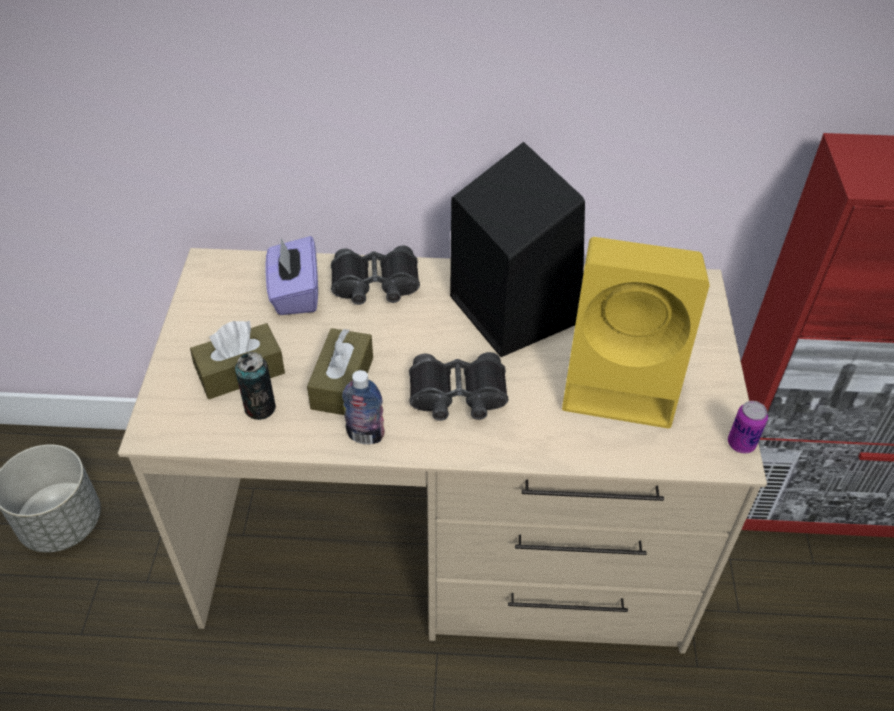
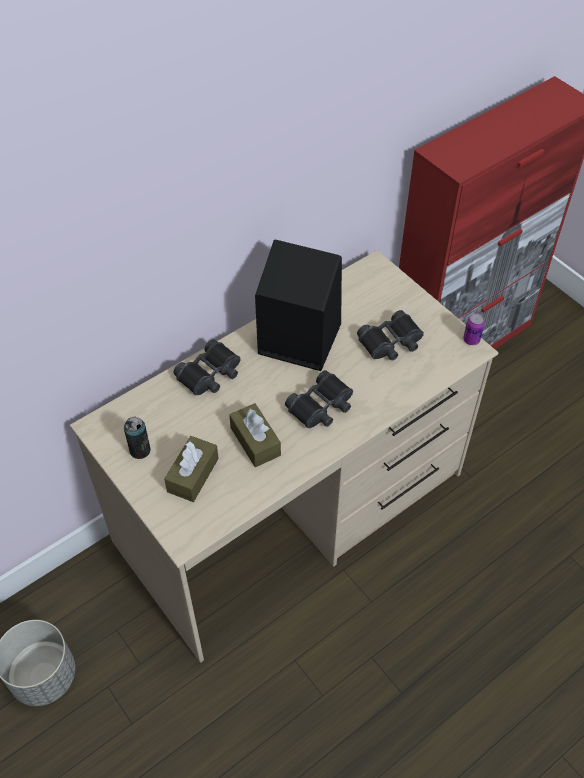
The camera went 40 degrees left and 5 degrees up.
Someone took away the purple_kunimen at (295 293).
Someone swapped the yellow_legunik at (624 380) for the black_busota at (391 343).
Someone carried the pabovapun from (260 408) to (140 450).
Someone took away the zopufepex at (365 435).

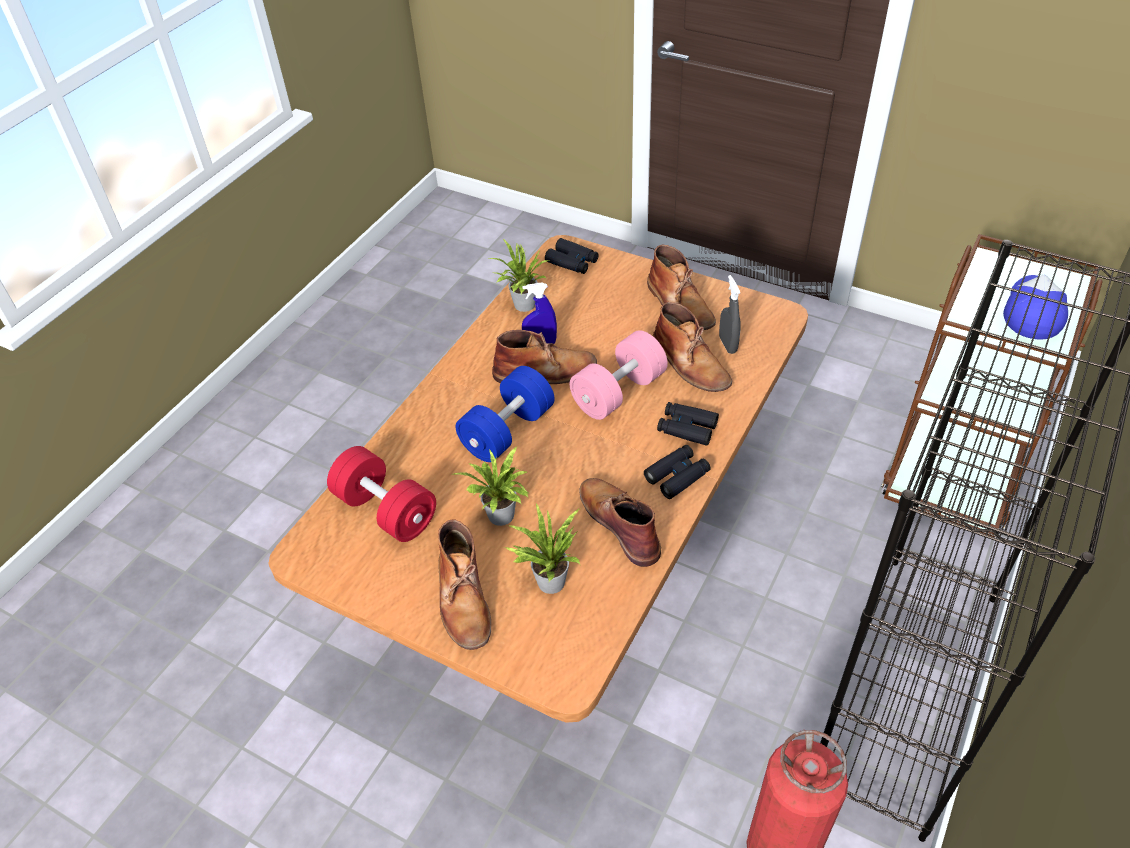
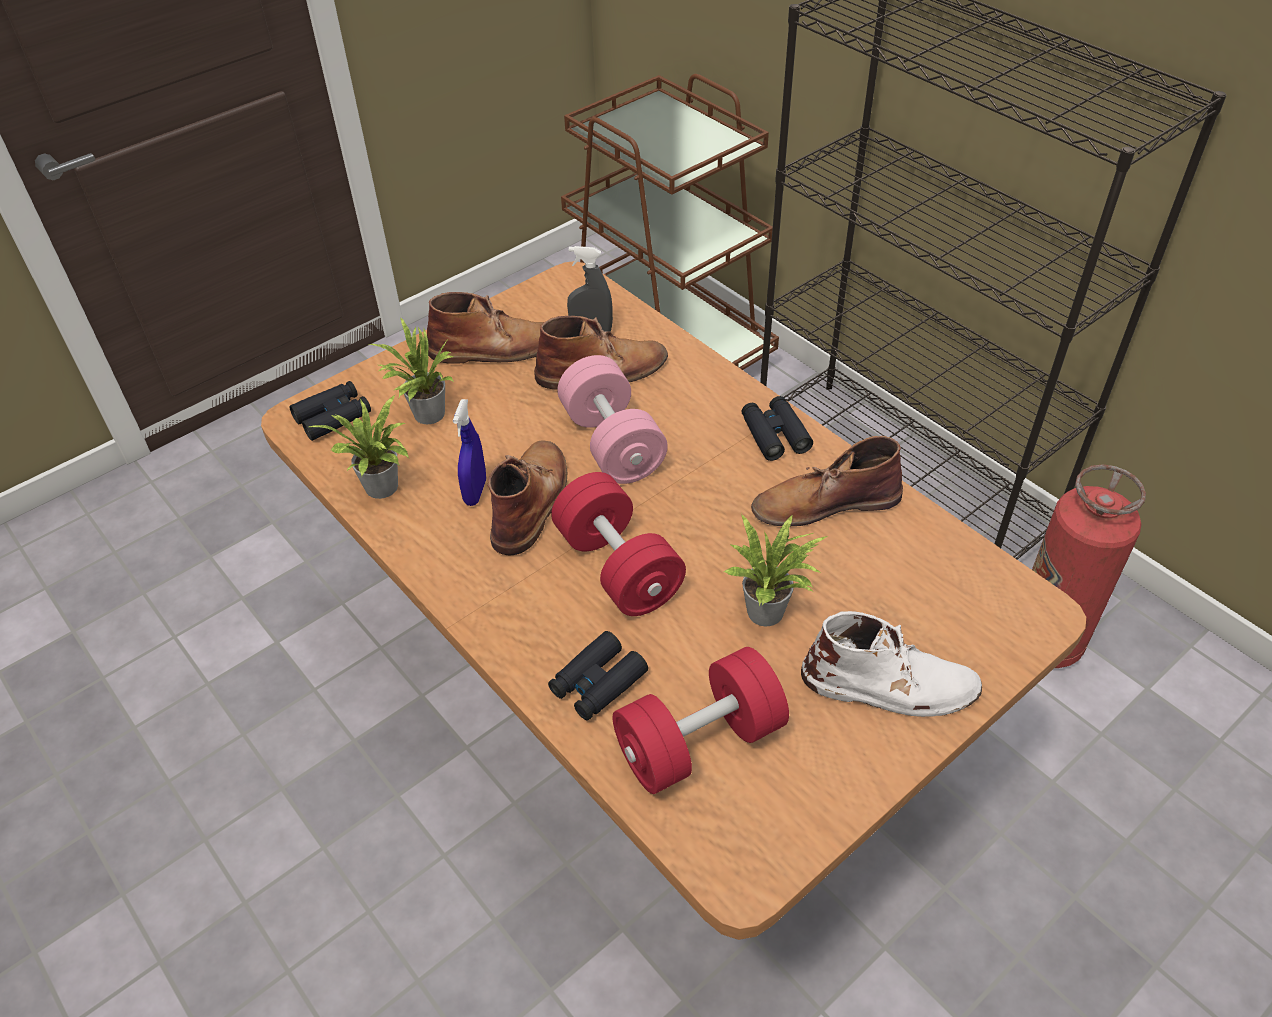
The camera went 70 degrees left and 0 degrees up.
Someone took away the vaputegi at (1032 311).
Someone repainted the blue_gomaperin at (507 431), which became the red_gomaperin at (618 567).
Someone carried the black_busota from (687 428) to (597 683).
Someone carried the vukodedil from (548 580) to (425 415).
Someone repainted the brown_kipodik at (463 598), which became the white_kipodik at (890 685).

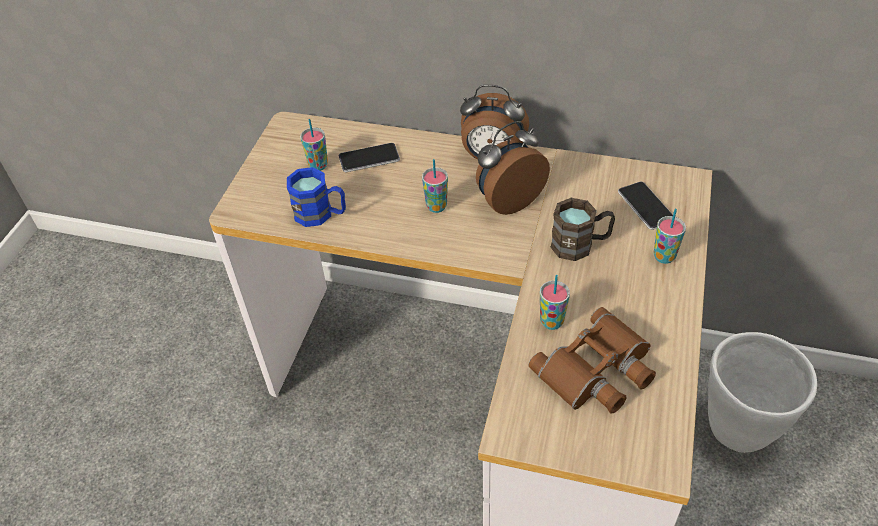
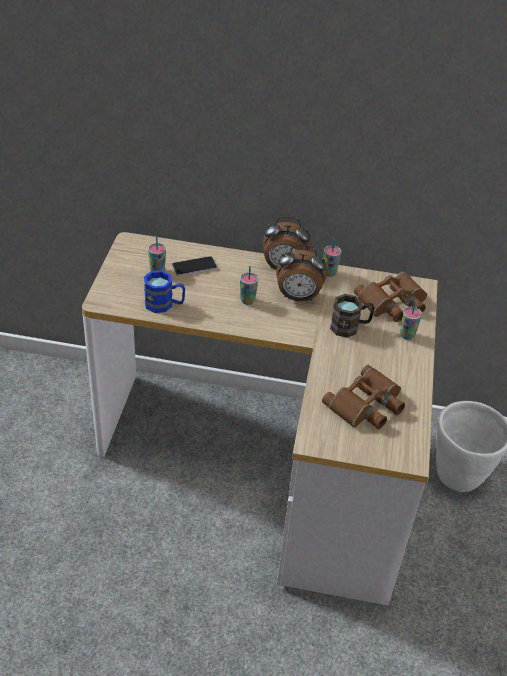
The camera went 10 degrees left and 5 degrees down.
Someone rotated the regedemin at (508 200) by 135 degrees counterclockwise.
Someone swapped the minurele at (645 206) for the brown_busota at (393 303).
Someone carried the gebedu from (551 322) to (329 273).

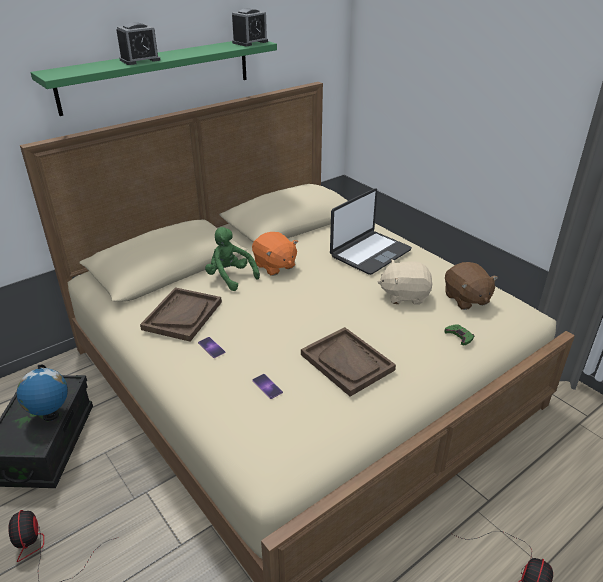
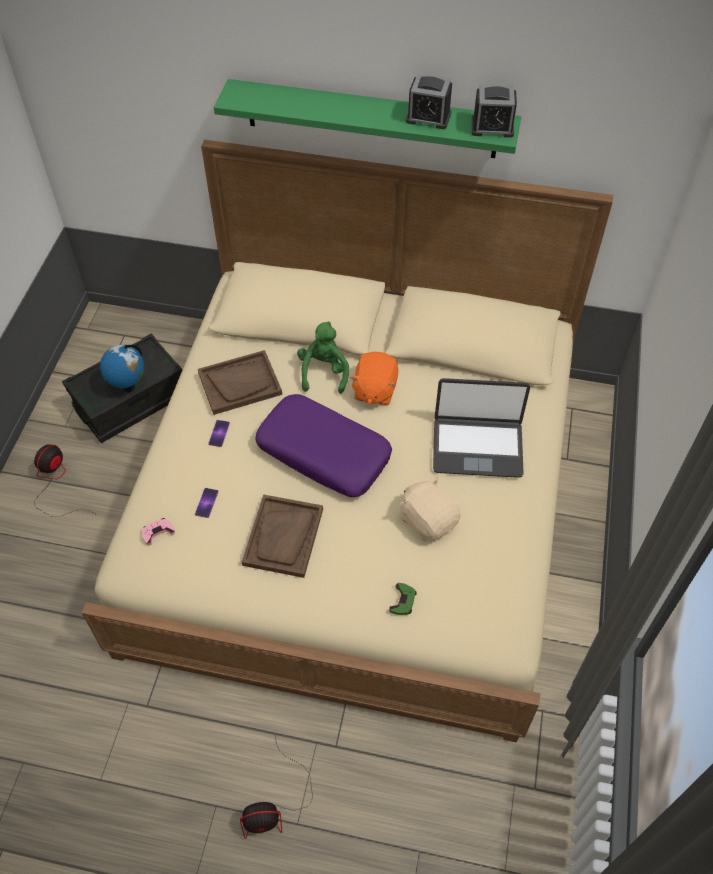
The camera went 50 degrees right and 20 degrees up.
Someone carried the regedemin from (140 60) to (428 117).
Someone took away the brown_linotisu at (466 299).
Someone put down the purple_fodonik at (324 453).
Someone put down the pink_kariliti at (158 532).

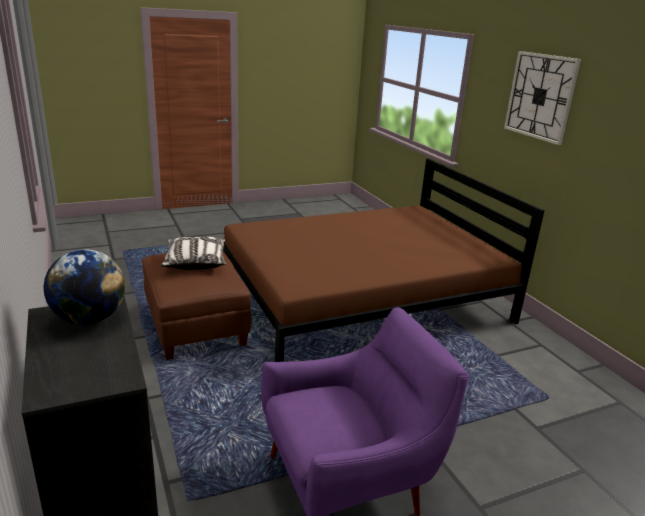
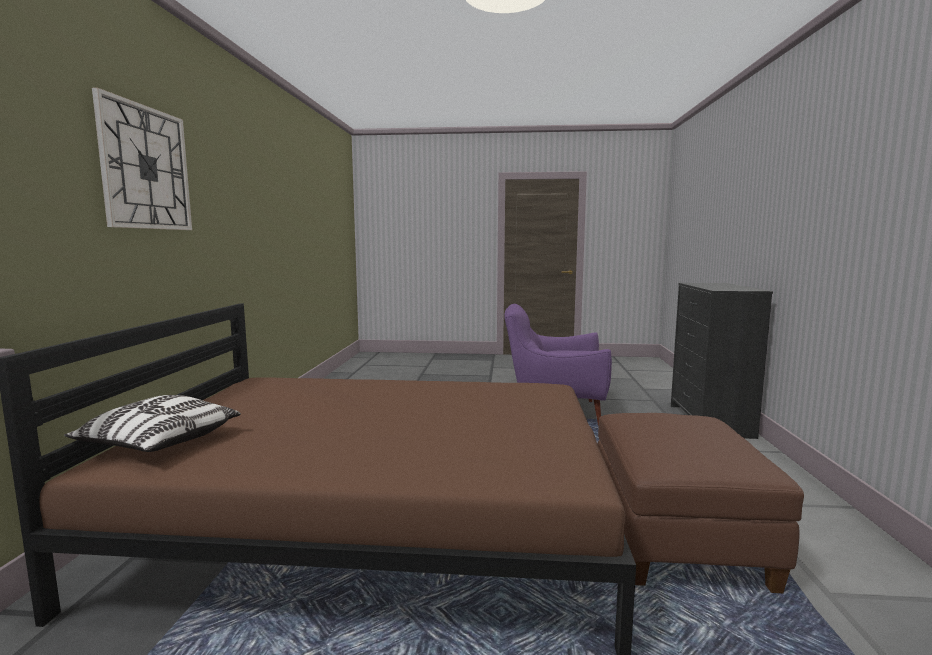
The camera went 150 degrees left and 15 degrees down.
Someone carried the fodonik from (195 262) to (159 444).
Someone took away the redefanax at (89 319).

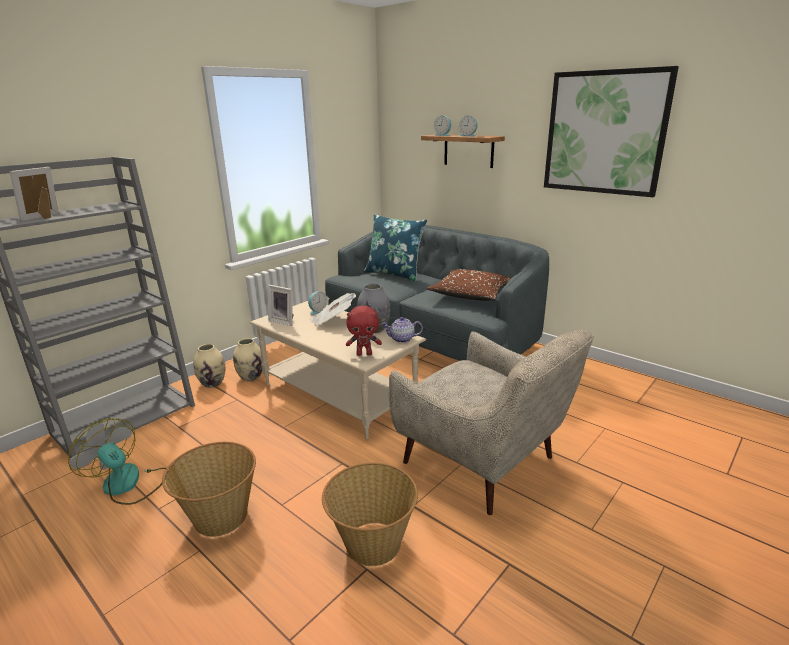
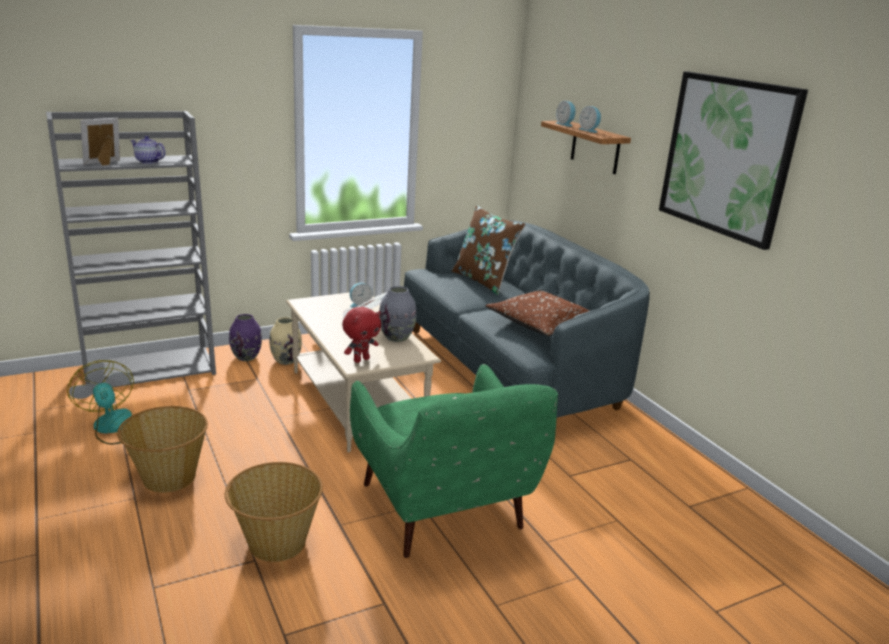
The camera went 20 degrees right and 0 degrees up.
Someone repainted the blue_fodonik at (394 274), which became the brown_fodonik at (484 281).
Someone took away the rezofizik at (284 321).
Someone rotated the red_linotisu at (364 354) by 60 degrees counterclockwise.
Someone carried the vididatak from (402 339) to (148 161).
Someone repainted the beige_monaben at (484 464), which became the green_monaben at (444 512).
Someone repainted the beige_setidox at (213 383), which became the purple_setidox at (246 357).

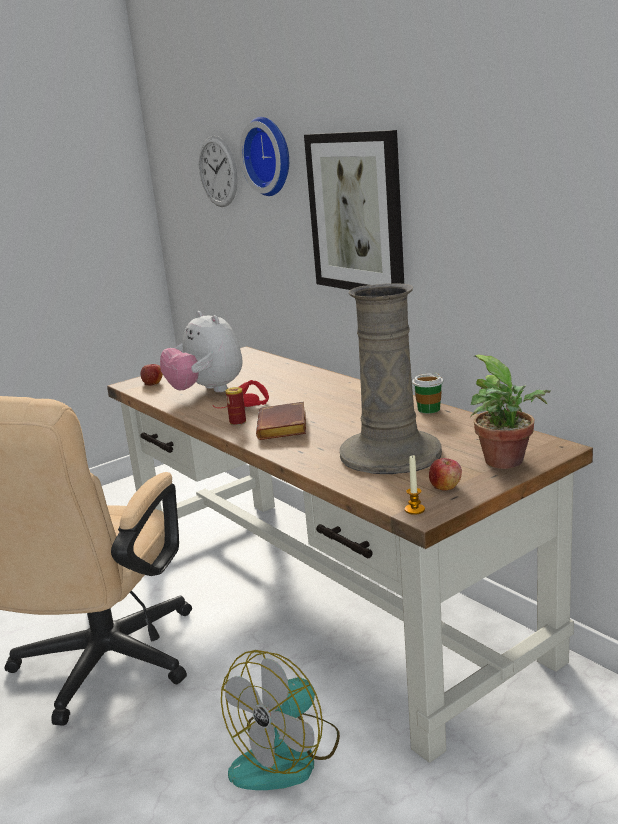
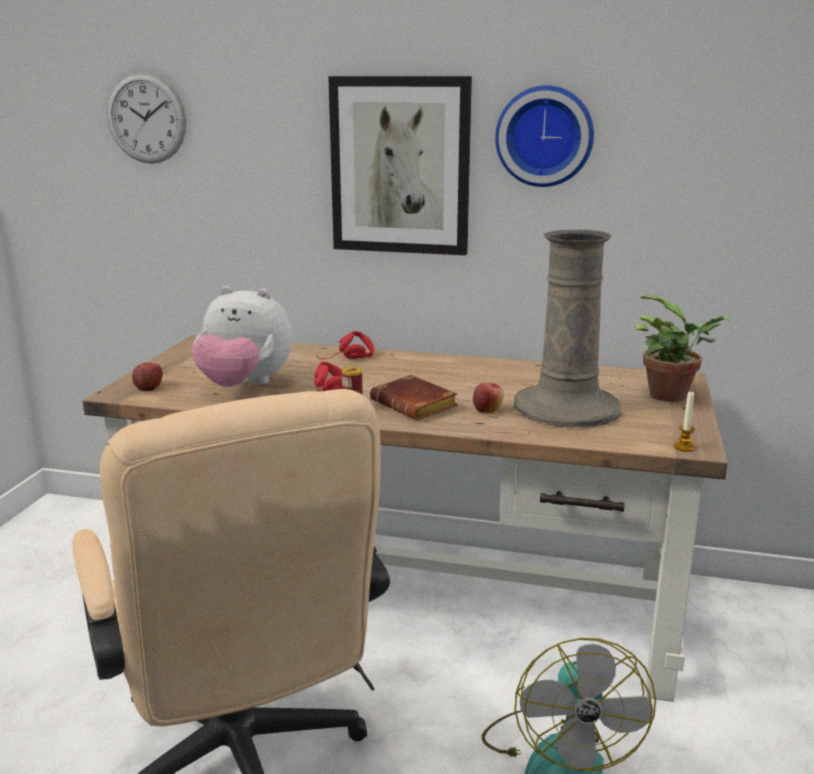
The camera went 40 degrees left and 0 degrees up.
Someone carried the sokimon from (270 156) to (544 136).
Someone took away the gebedu at (428 409).
Someone carried the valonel from (445 486) to (487 409).
Someone put down the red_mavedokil at (347 359).

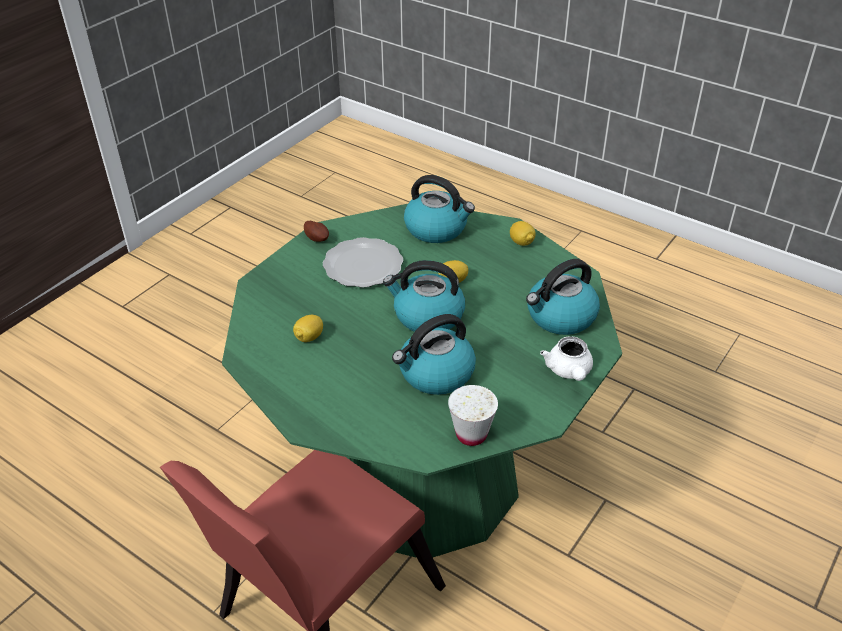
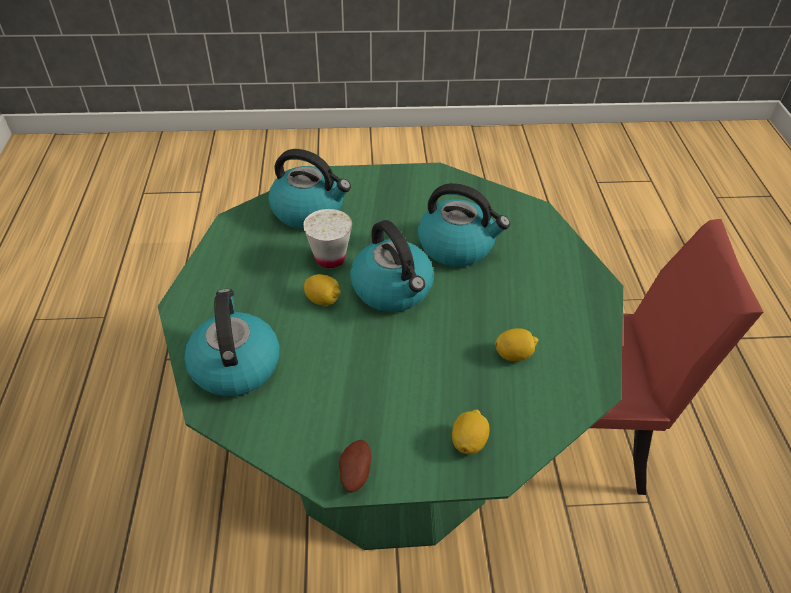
The camera went 130 degrees left and 5 degrees up.
Someone carried the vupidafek from (521 242) to (468 441).
Someone took away the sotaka at (362 265).
Someone took away the white_vididatak at (569 371).
Someone carried the white_gebedu from (471 434) to (330 258).

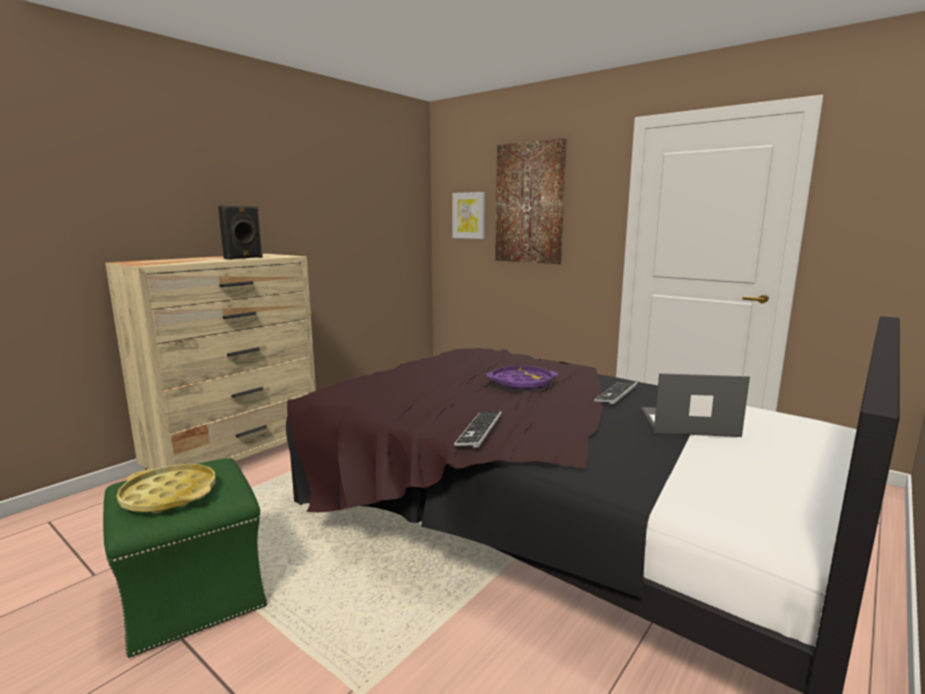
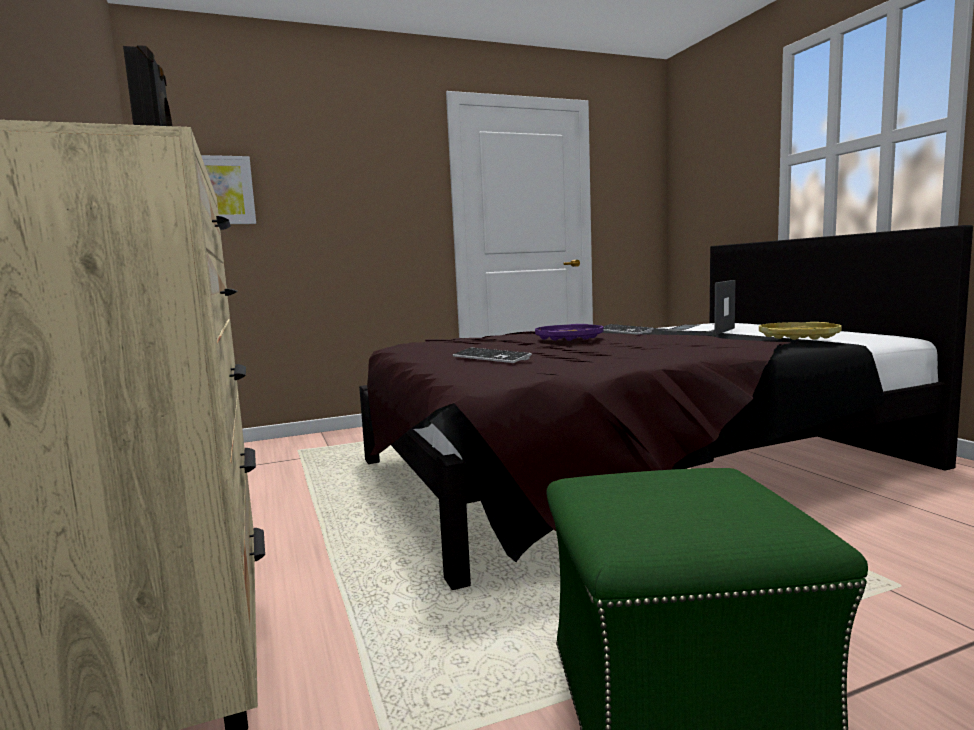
The camera went 60 degrees left and 5 degrees down.
Someone took away the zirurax at (529 203).
Someone carried the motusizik from (479 430) to (490 358).
Someone carried the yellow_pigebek from (169 495) to (798 337).

